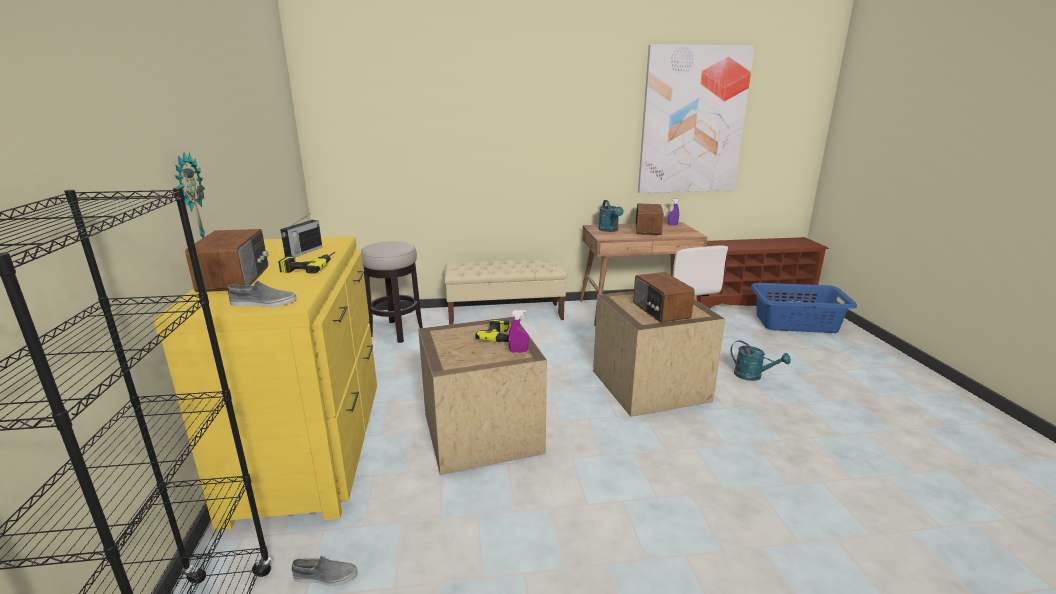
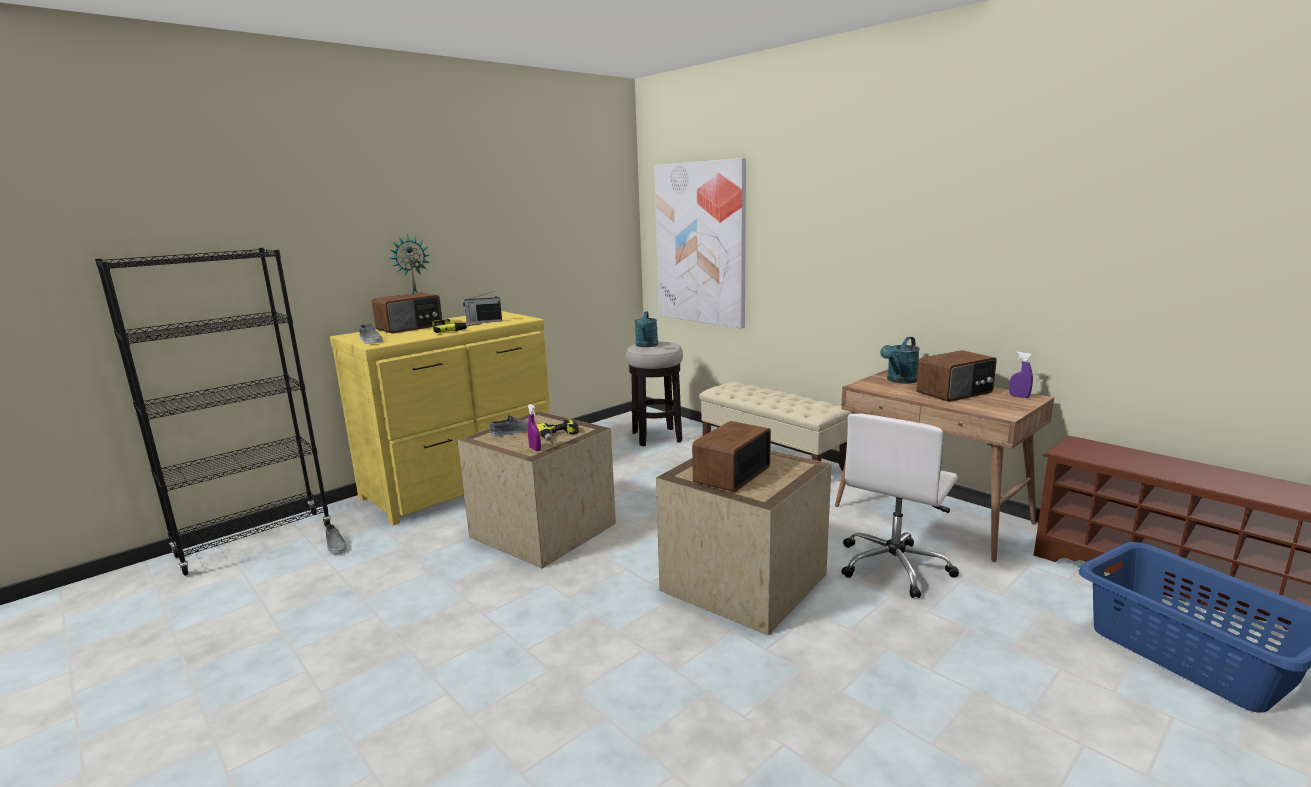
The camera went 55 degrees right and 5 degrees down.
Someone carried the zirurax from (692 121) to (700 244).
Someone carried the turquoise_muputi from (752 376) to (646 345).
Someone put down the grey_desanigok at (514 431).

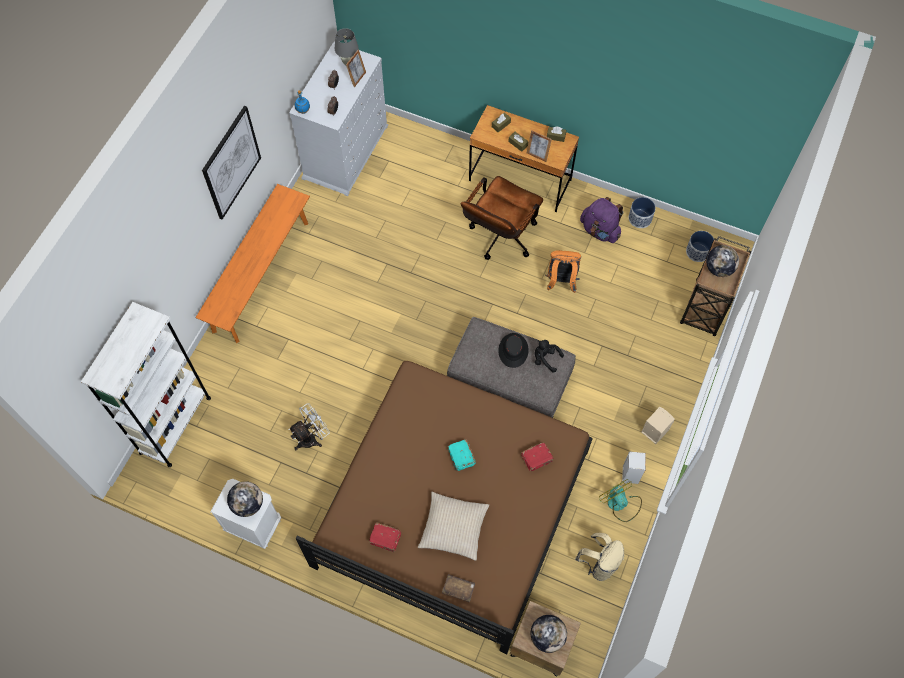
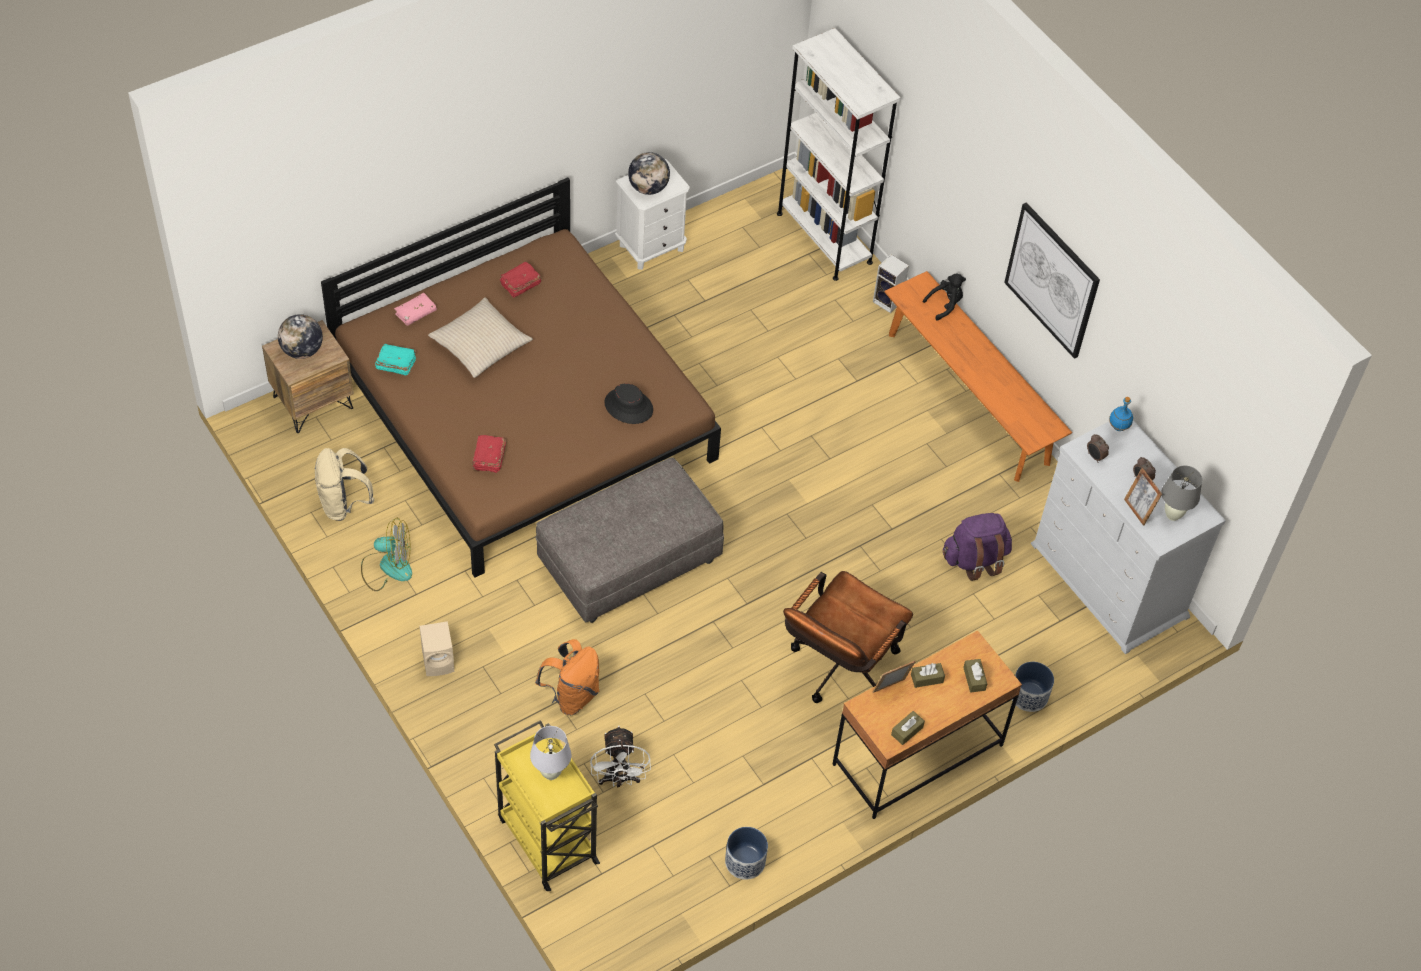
The camera went 120 degrees right and 10 degrees down.
Someone rotated the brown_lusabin at (499 239) by 120 degrees counterclockwise.
Someone carried the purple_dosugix from (600 230) to (975 560).
Someone carried the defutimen from (697 252) to (1029 696).
Someone repainted the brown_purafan at (705 309), which became the yellow_purafan at (546 838).
Someone swapped the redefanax at (718 269) for the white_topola at (551 773).
Someone carried the orange_dosugix from (561 282) to (572 695).
Someone carried the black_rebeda from (513 350) to (628 406).
Someone carried the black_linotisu from (545 359) to (945 305).
Someone carried the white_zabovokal from (311 437) to (619 779).
Someone carried the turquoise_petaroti from (461 457) to (395 364).
Someone carried the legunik from (630 474) to (888 302).
Someone repainted the brown_petaroti at (458 589), which became the pink_petaroti at (416 313).

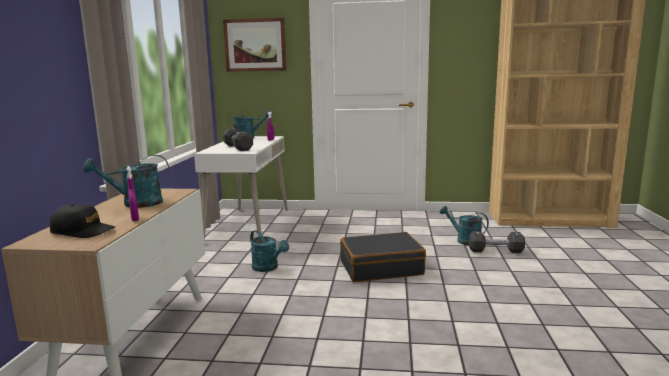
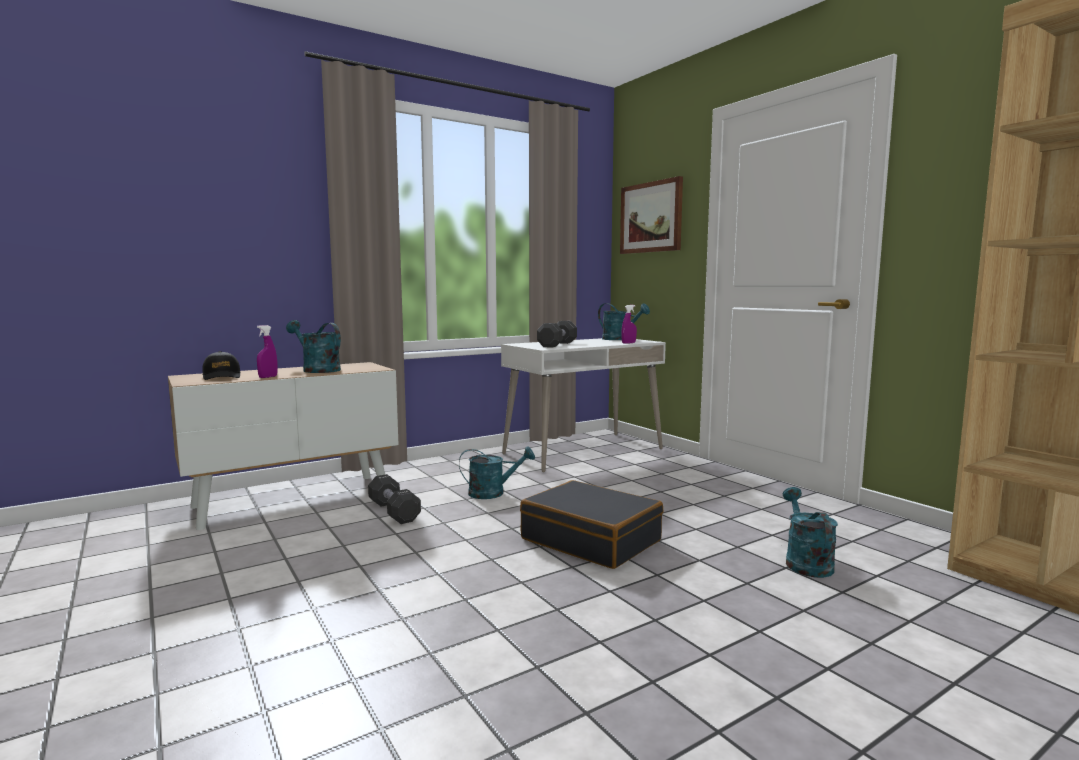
The camera went 50 degrees right and 5 degrees down.
Someone rotated the turquoise_muputi at (268 268) by 105 degrees counterclockwise.
Someone carried the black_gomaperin from (495 251) to (394 512).

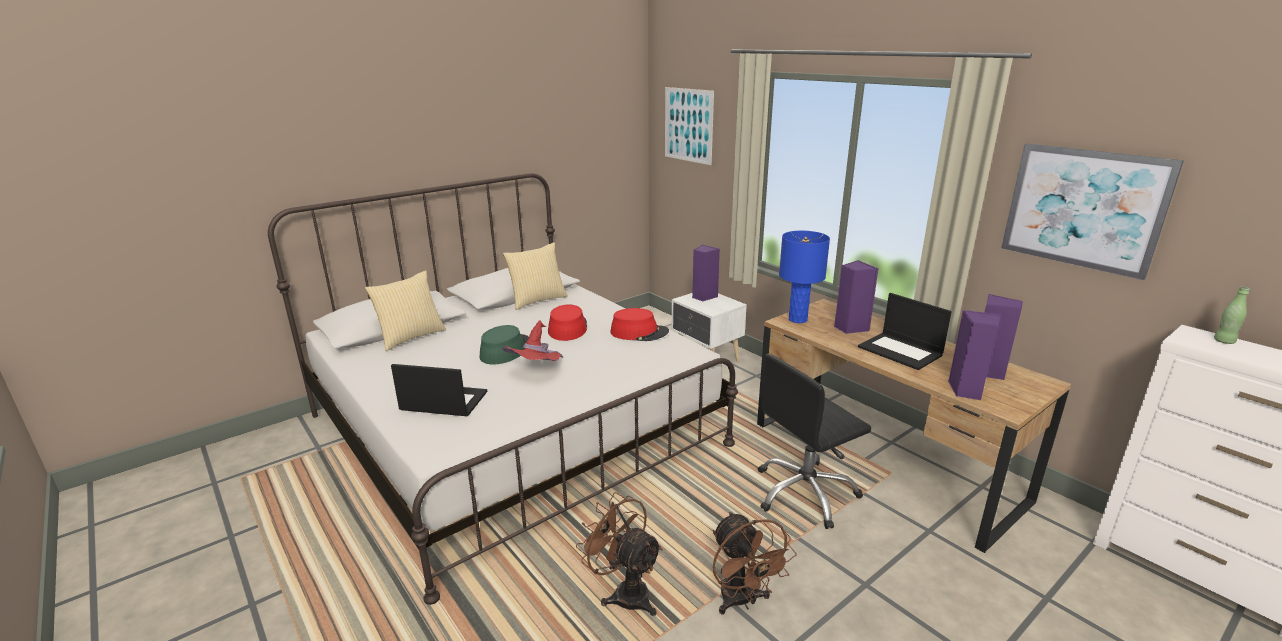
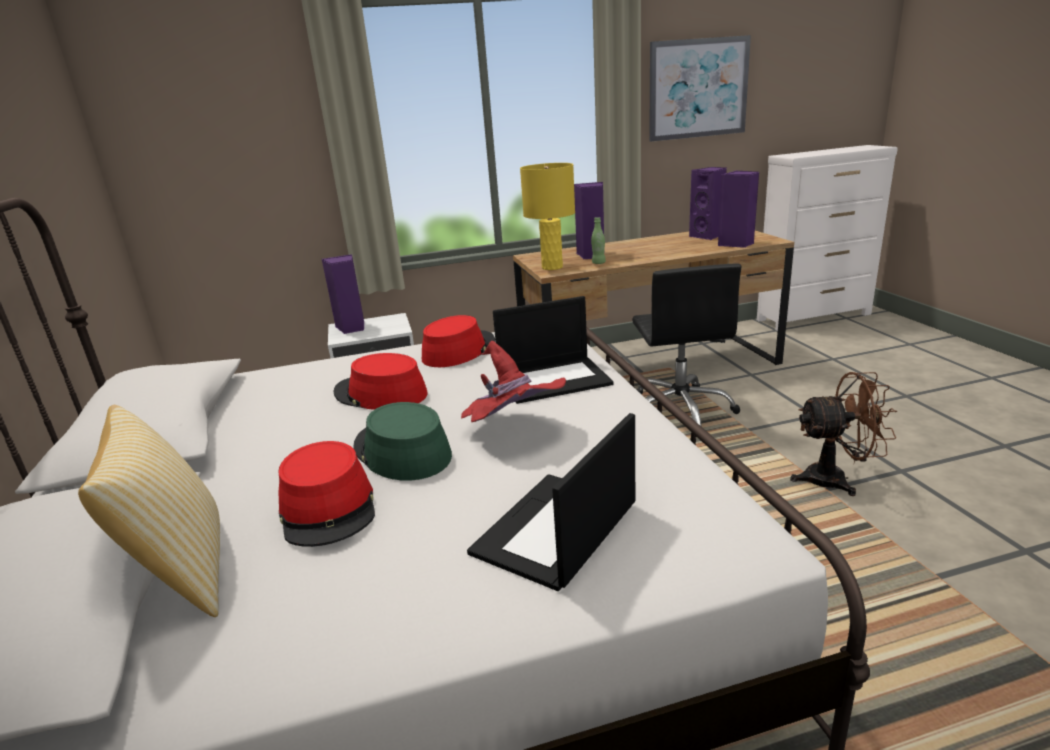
The camera went 65 degrees left and 0 degrees up.
Someone took away the zirurax at (688 125).
Someone repainted the blue_topola at (798 319), which became the yellow_topola at (552 267).
Someone took away the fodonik at (537 300).
Someone carried the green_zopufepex from (1224 341) to (598 263).
Someone carried the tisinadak from (901 351) to (554 379).
Someone took away the brown_zabovokal at (624 592).
Someone put down the red_rebeda at (329 508).

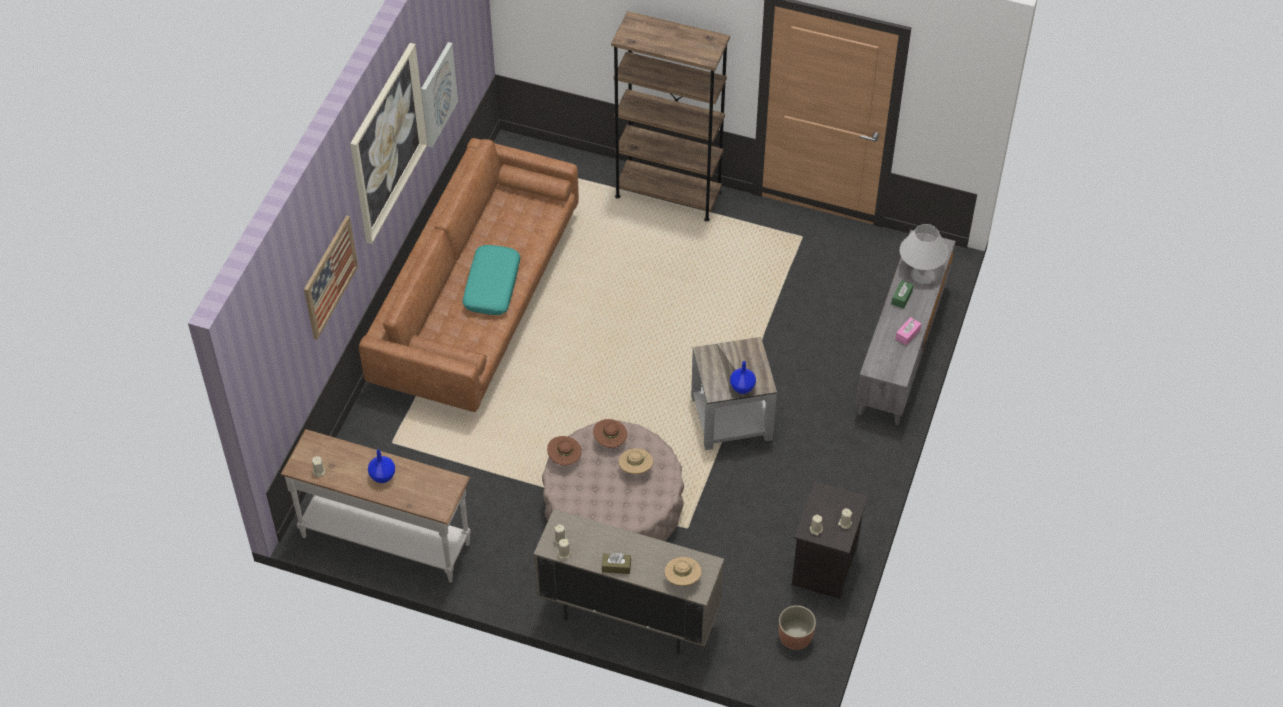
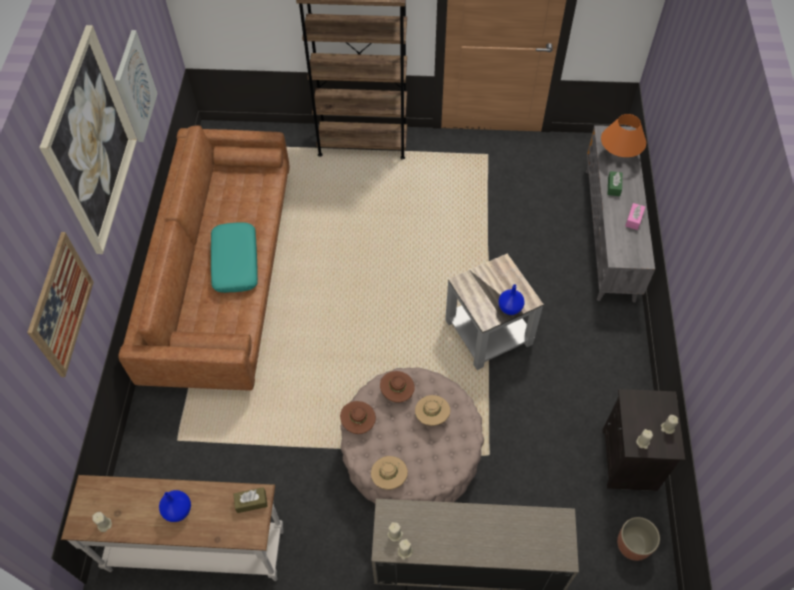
The camera went 15 degrees left and 5 degrees up.
Someone repainted the white_topola at (921 268), which became the orange_topola at (618 157).
Someone carried the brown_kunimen from (616 567) to (251 502).
Someone carried the beige_rebeda from (682 579) to (389 477).

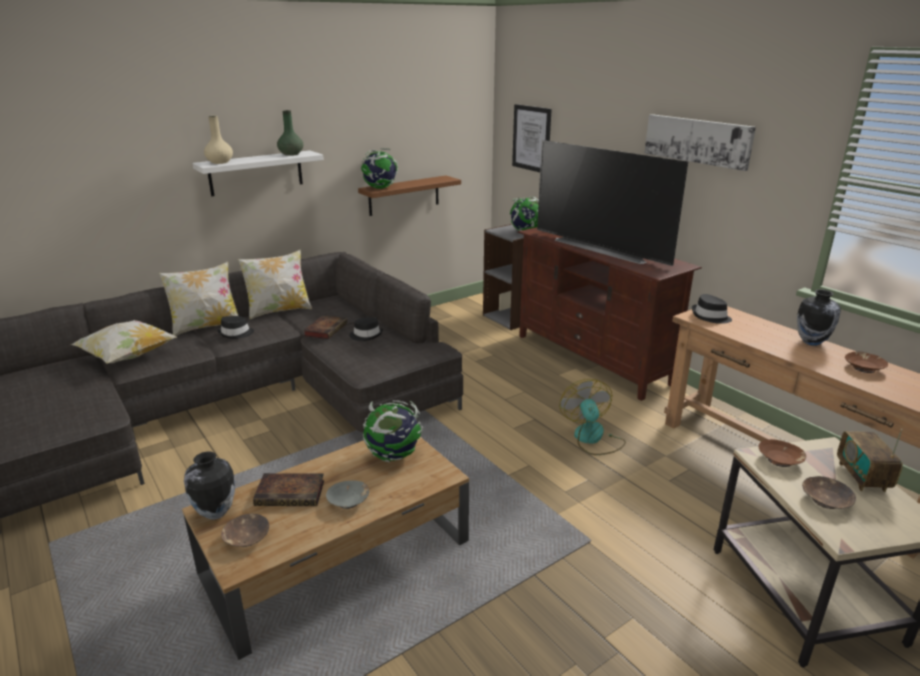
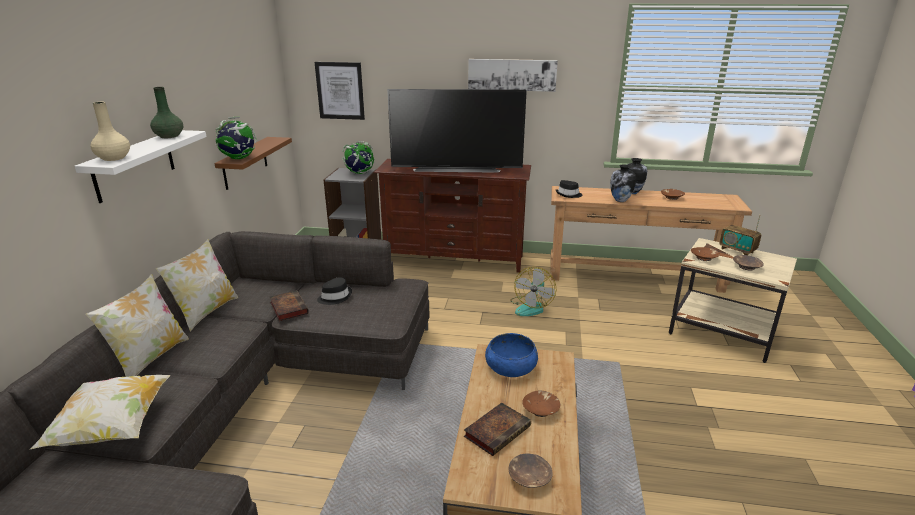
The camera went 45 degrees left and 0 degrees up.
Someone took away the black_rebeda at (236 333).
Someone rotated the zabovokal at (592 438) by 105 degrees counterclockwise.
Someone swapped the redefanax at (394 456) for the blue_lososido at (511 366).
Someone carried the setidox from (215 513) to (620 200).
Someone repainted the grey_lososido at (348 501), which became the brown_lososido at (541 410).

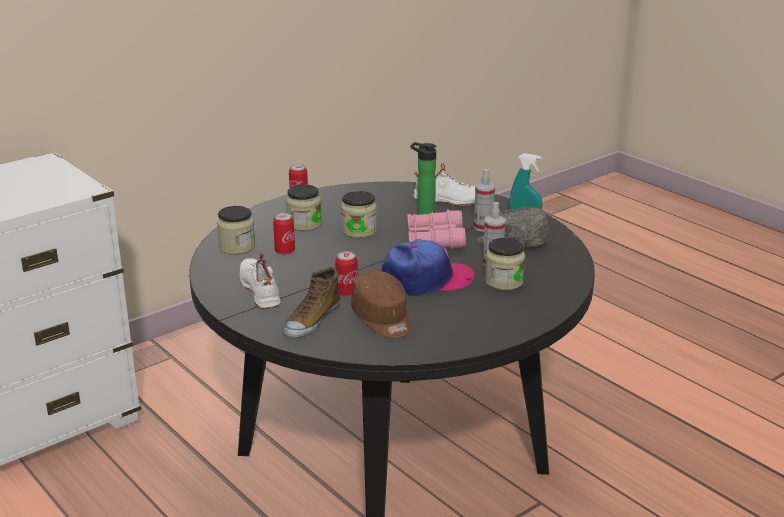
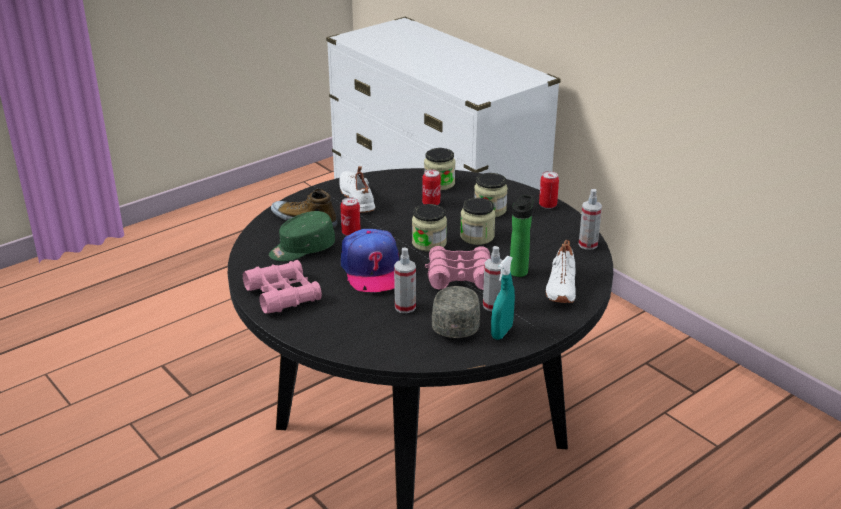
The camera went 90 degrees right and 5 degrees up.
Someone carried the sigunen from (504 281) to (429 243).
Someone rotated the white_desanigok at (262 291) by 90 degrees counterclockwise.
Someone repainted the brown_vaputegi at (383 319), which became the green_vaputegi at (302 249).
Someone put down the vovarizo at (588 244).
Someone put down the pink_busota at (283 295).

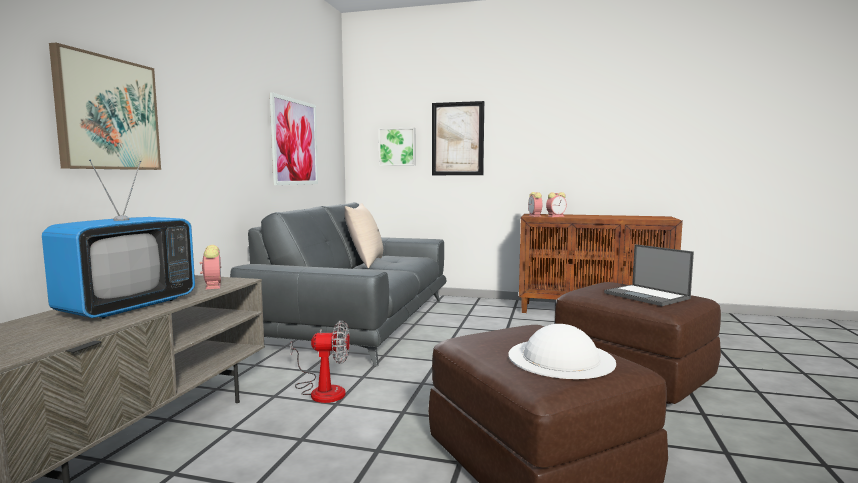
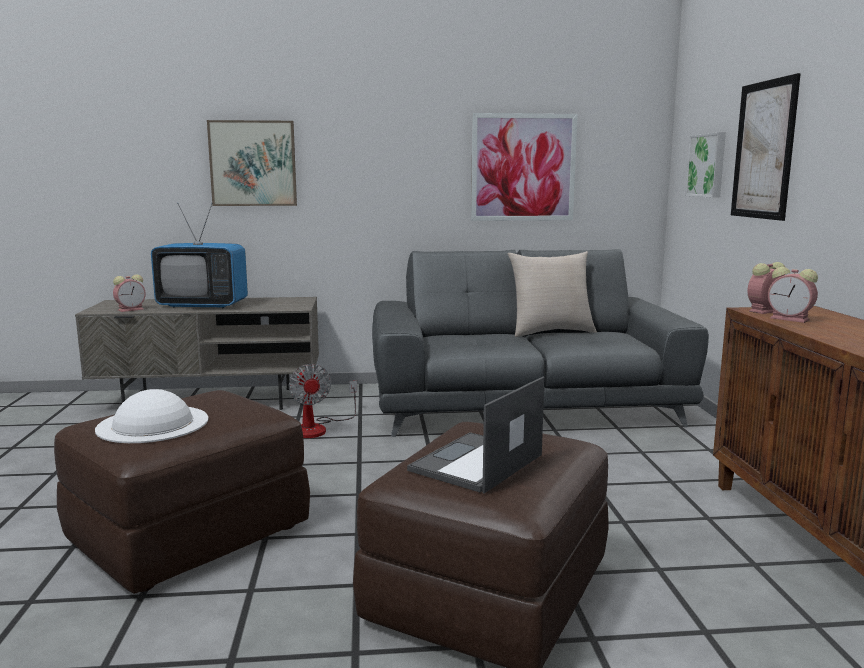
The camera went 70 degrees right and 5 degrees up.
Someone carried the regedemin from (213 286) to (131 309).

